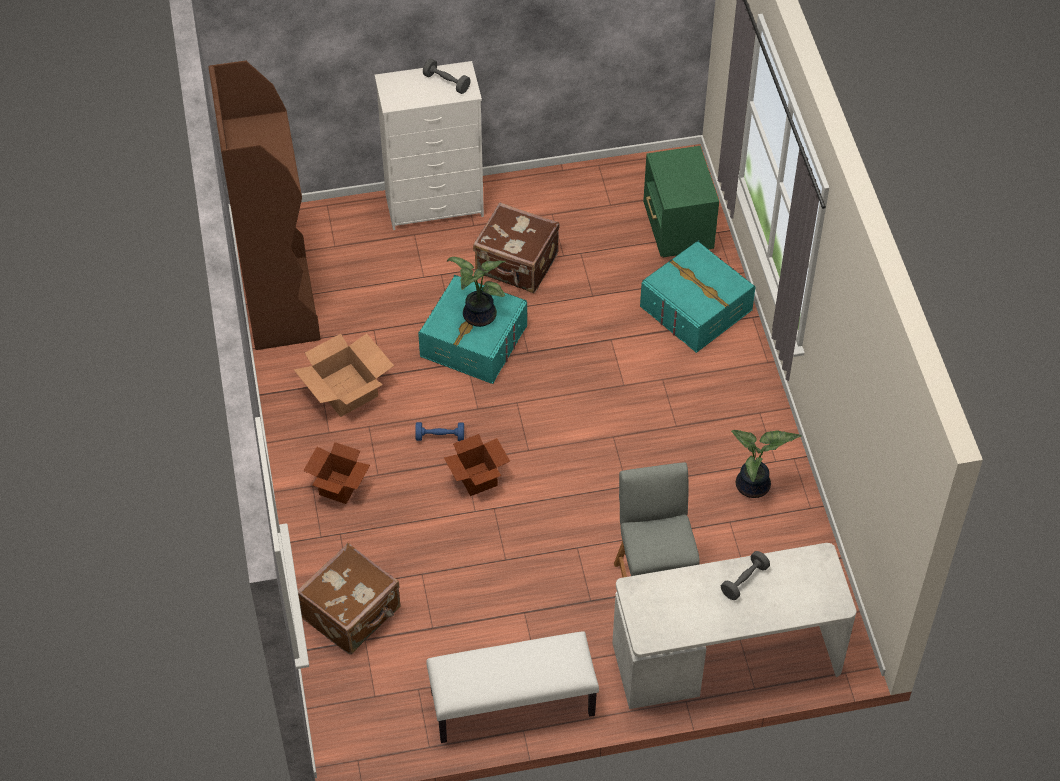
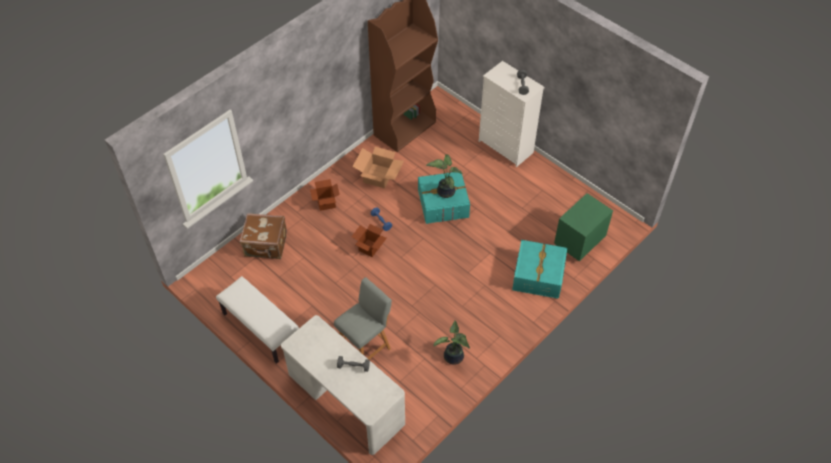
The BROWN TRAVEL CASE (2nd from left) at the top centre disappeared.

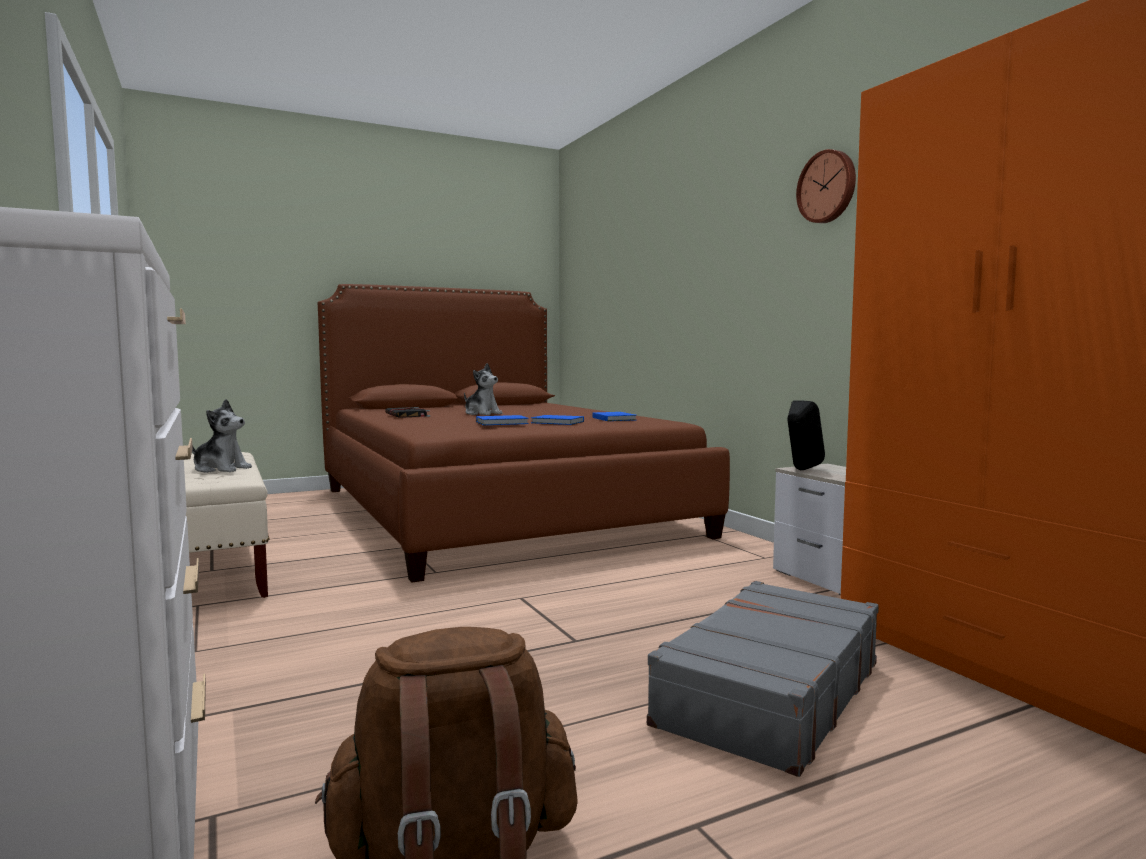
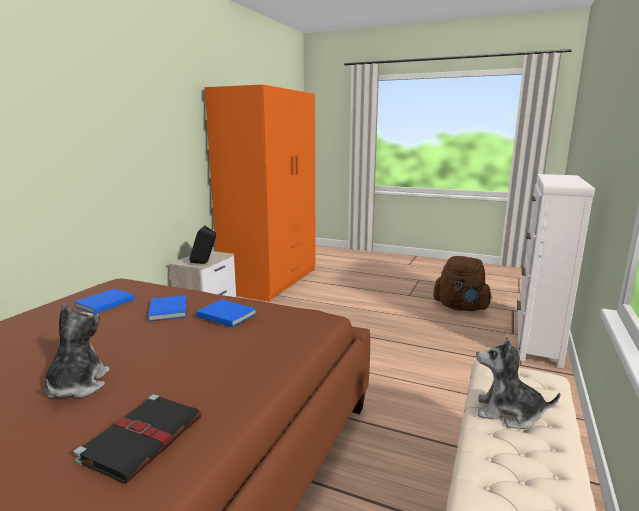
The CUDDLY TOY (1st from left in the first image) at the middle left turned 45 degrees counterclockwise. The GREY TRAVEL CASE at the bottom centre disappeared. The HANGING CLOCK at the top right disappeared.

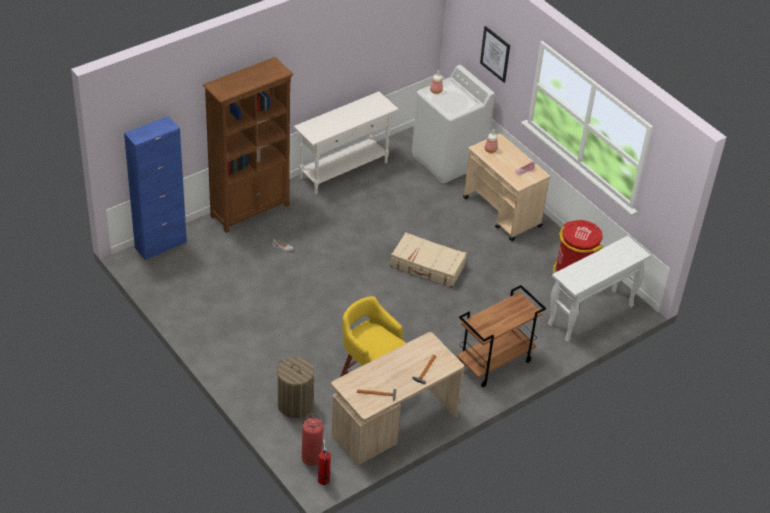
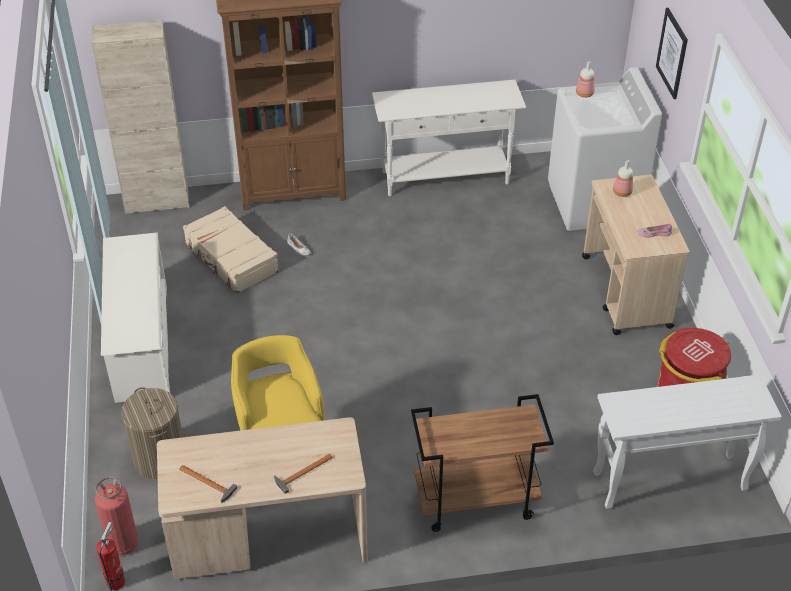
The BLUISH CABINET at the middle left became the SAND-COLOURED CABINET at the top left. The SAND-COLOURED TRAVEL CASE moved from the centre to the middle left. The WHITE SHOE STAND at the middle left appeared.

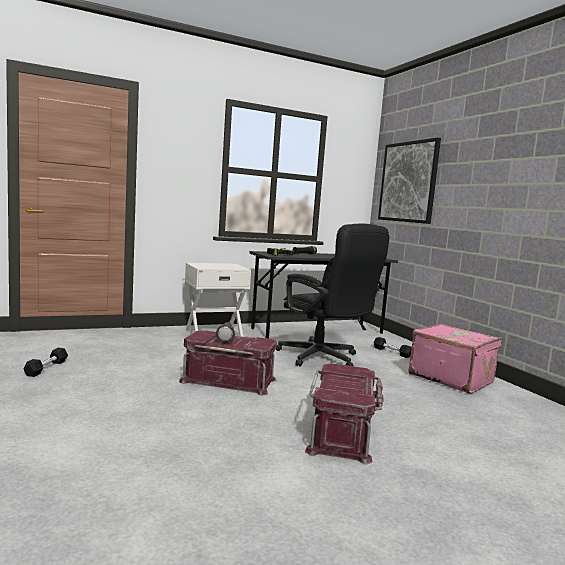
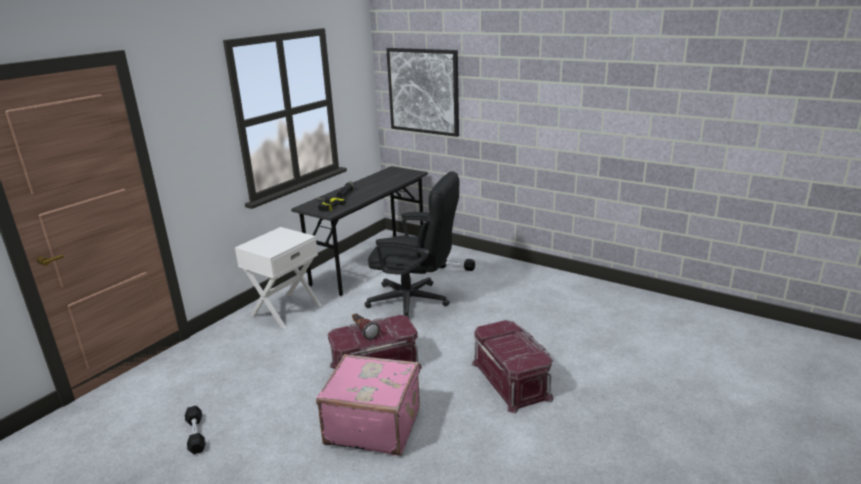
The PINKISH TRAVEL CASE moved from the middle right to the bottom centre.

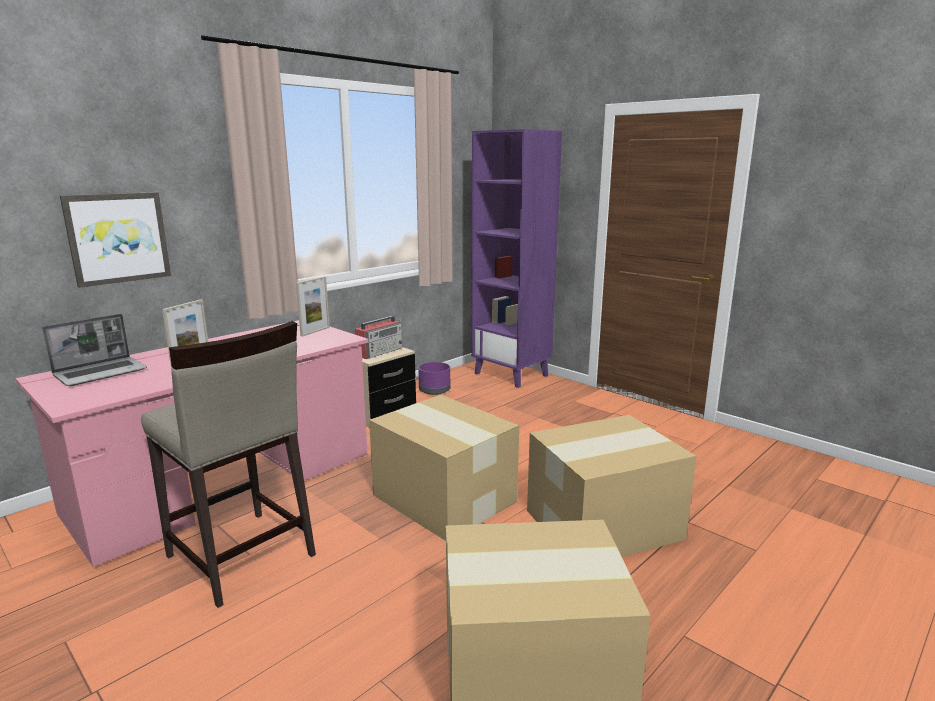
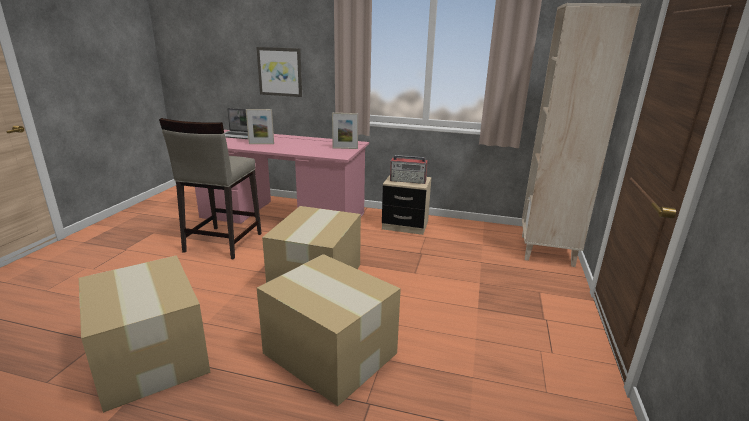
The PURPLE PLANTER at the centre disappeared. The PURPLE SHELVING UNIT at the centre became the SAND-COLOURED SHELVING UNIT at the top right.

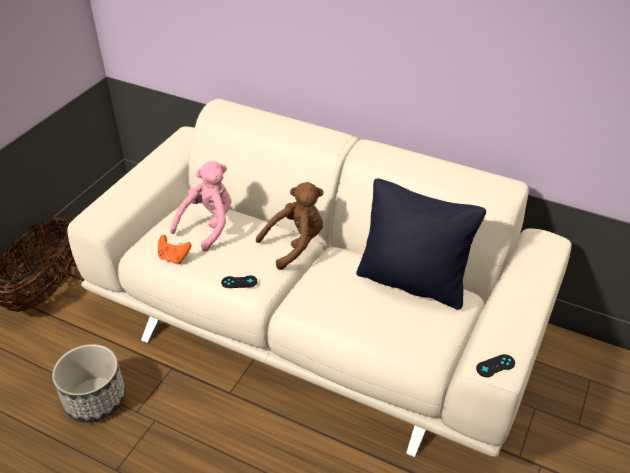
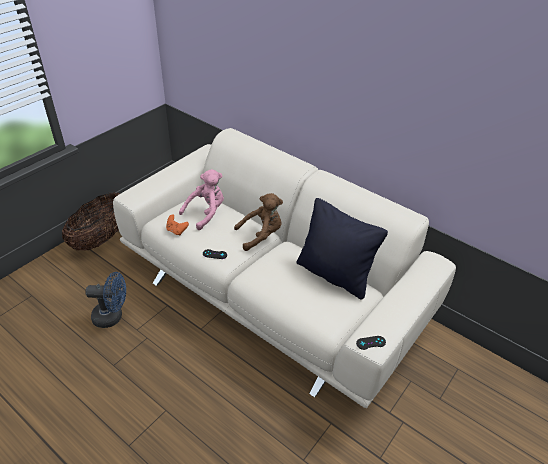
The PLANTER at the bottom left was replaced by the BLUISH ELECTRIC FAN at the middle left.

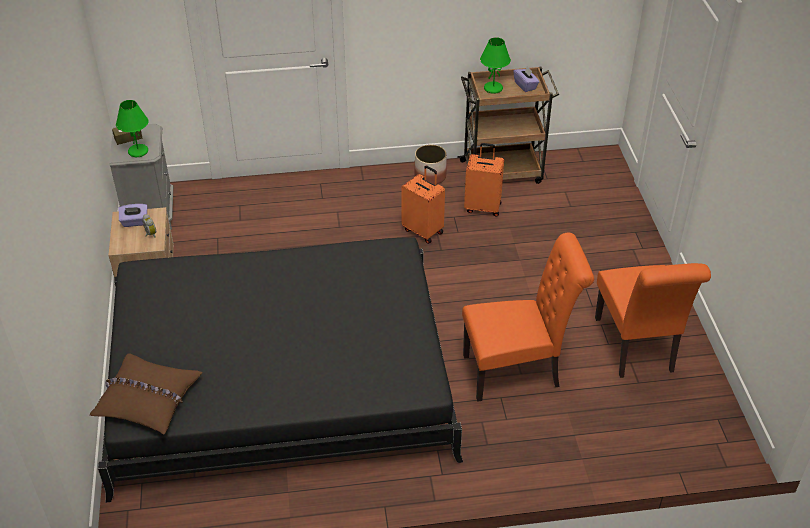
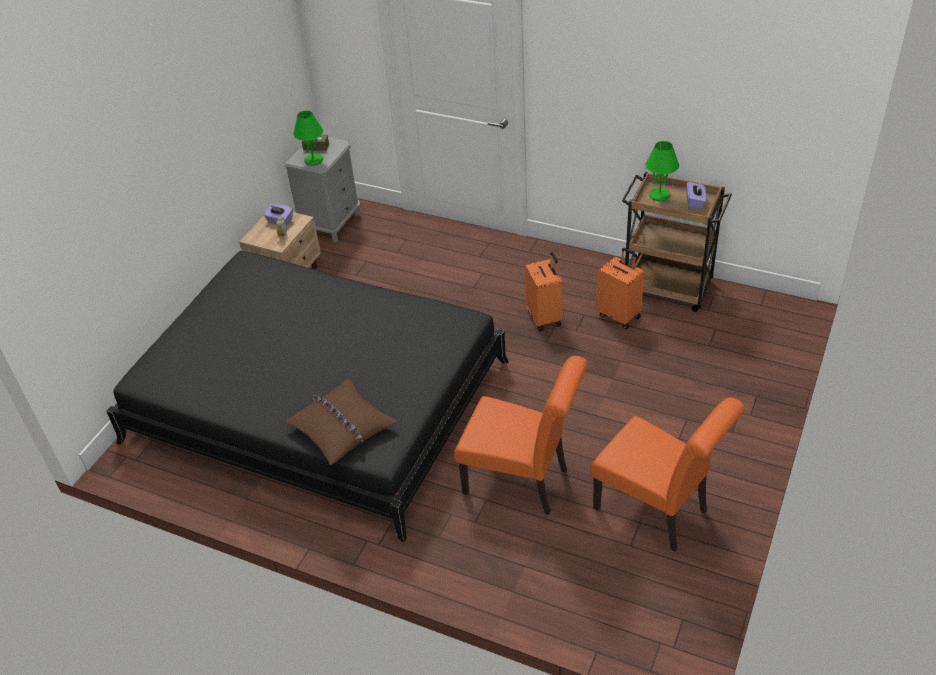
The BROWN PILLOW moved from the bottom left to the centre. The PLANTER at the top centre disappeared. The ORANGEY CHAIR (2nd from left) at the middle right turned 75 degrees counterclockwise.

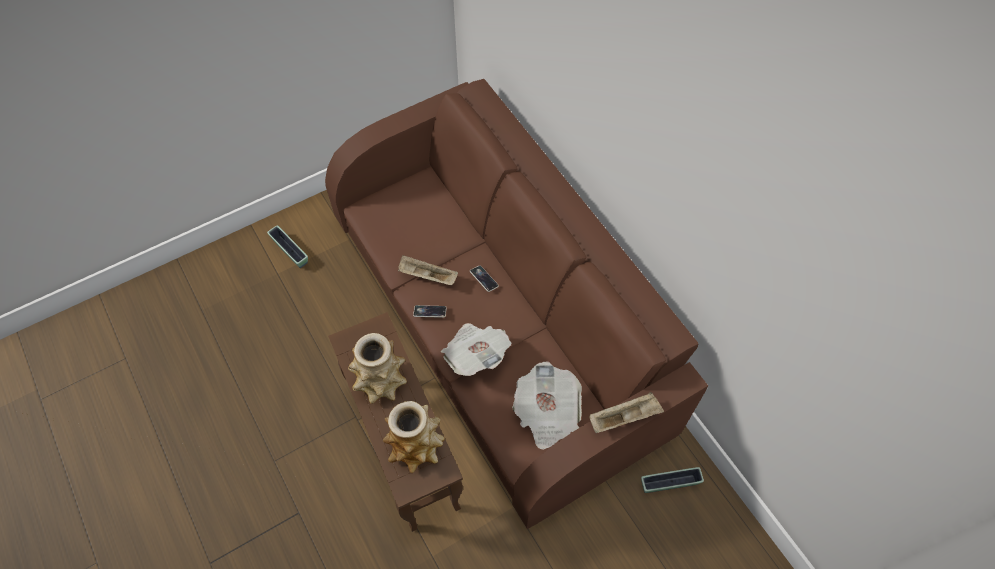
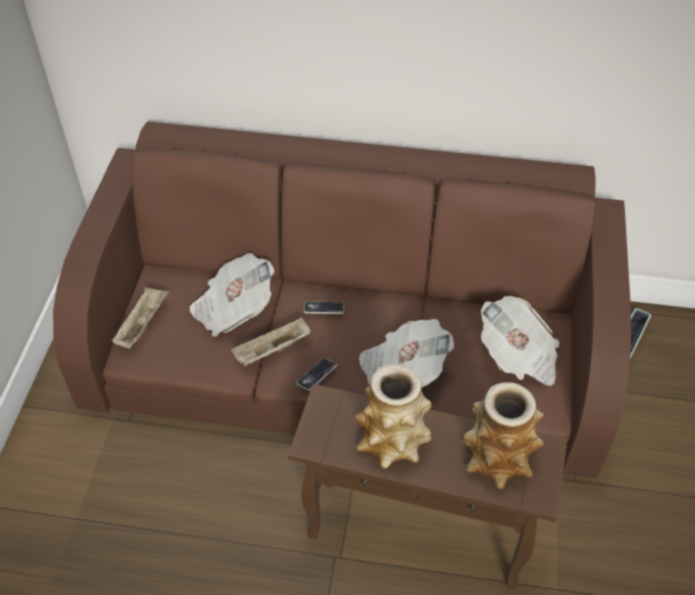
The PLANTER (1st from left) at the middle left disappeared. The SAND-COLOURED SERVING TRAY (2nd from left in the first image) moved from the bottom centre to the middle left. The PRINTED PAPER (1st from left) at the centre appeared.

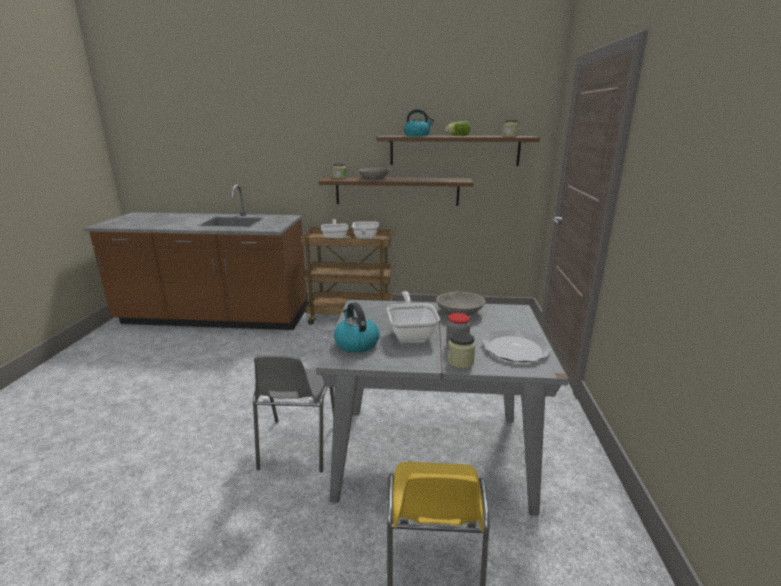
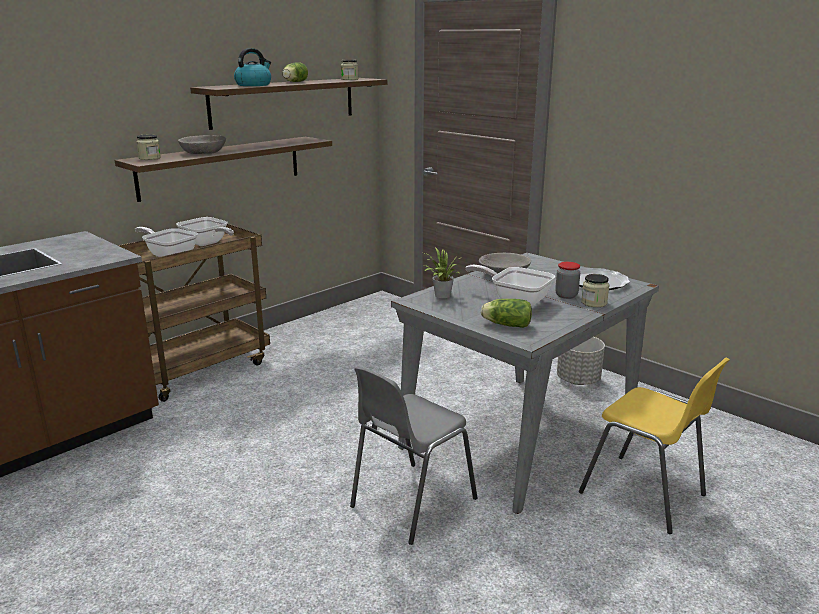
The GREY CHAIR at the bottom centre turned 90 degrees clockwise. The KETTLE (1st from left) at the centre was replaced by the LETTUCE HEAD (2nd from left) at the centre. The POTTED PLANT at the centre appeared. The GREY PLANTER at the middle right appeared.

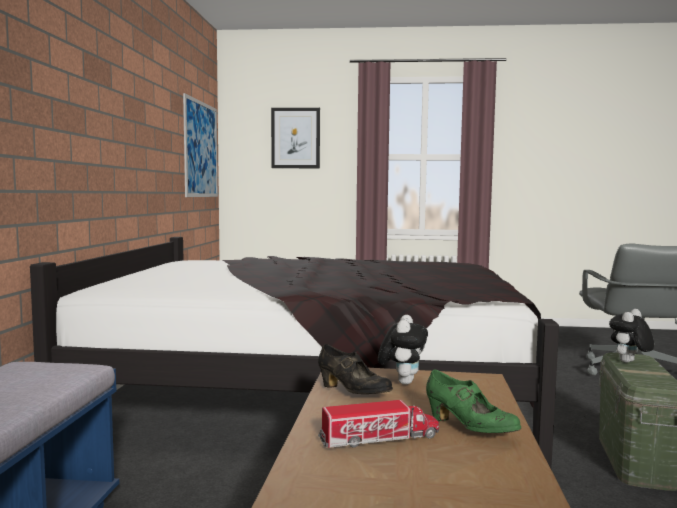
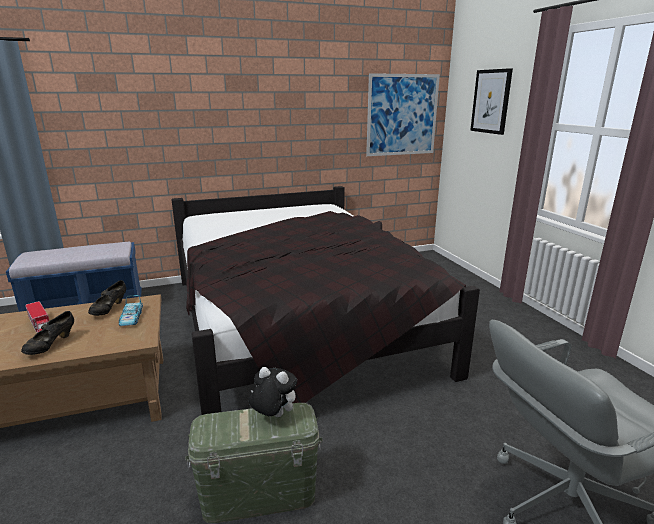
The CUDDLY TOY (1st from left) at the bottom centre was replaced by the TOY CAR at the middle left. The GREEN SHOE at the bottom right became the BLACK SHOE (1st from left) at the middle left.

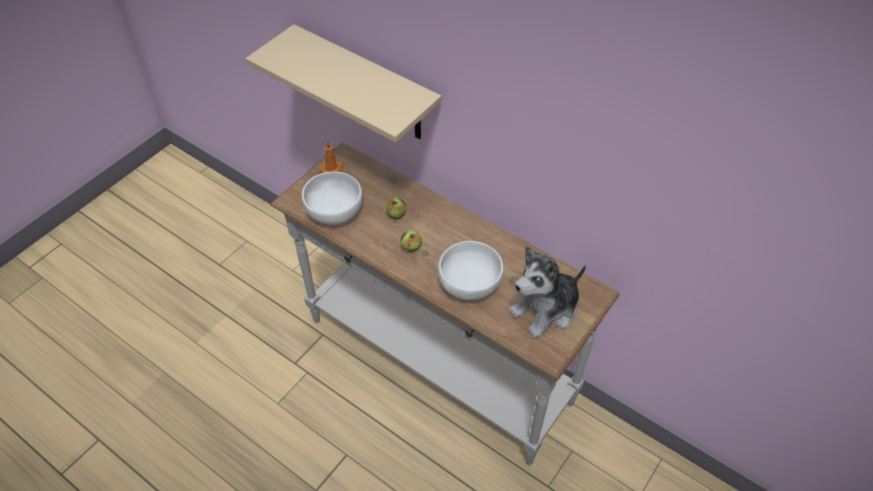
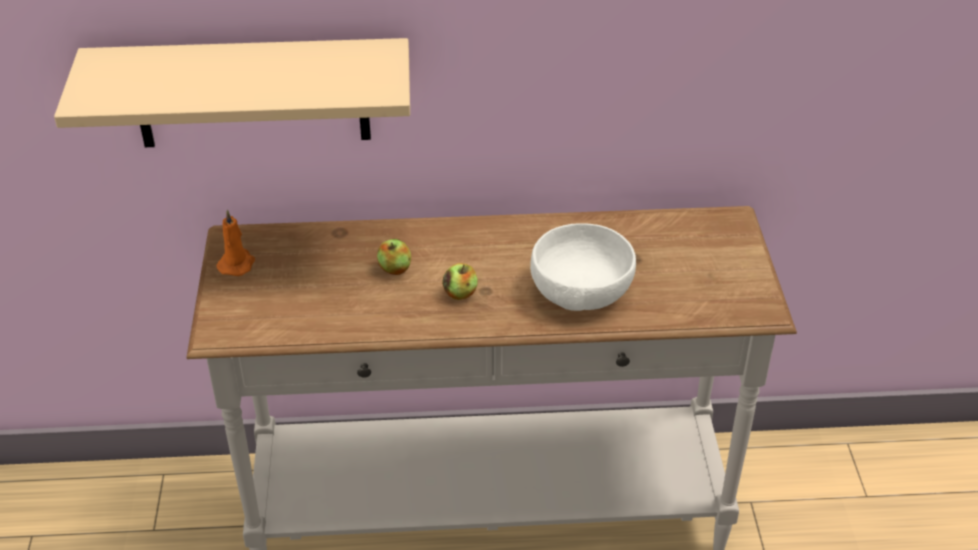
The WHITE SERVING BOWL (1st from left) at the centre disappeared. The CUDDLY TOY at the centre disappeared.

